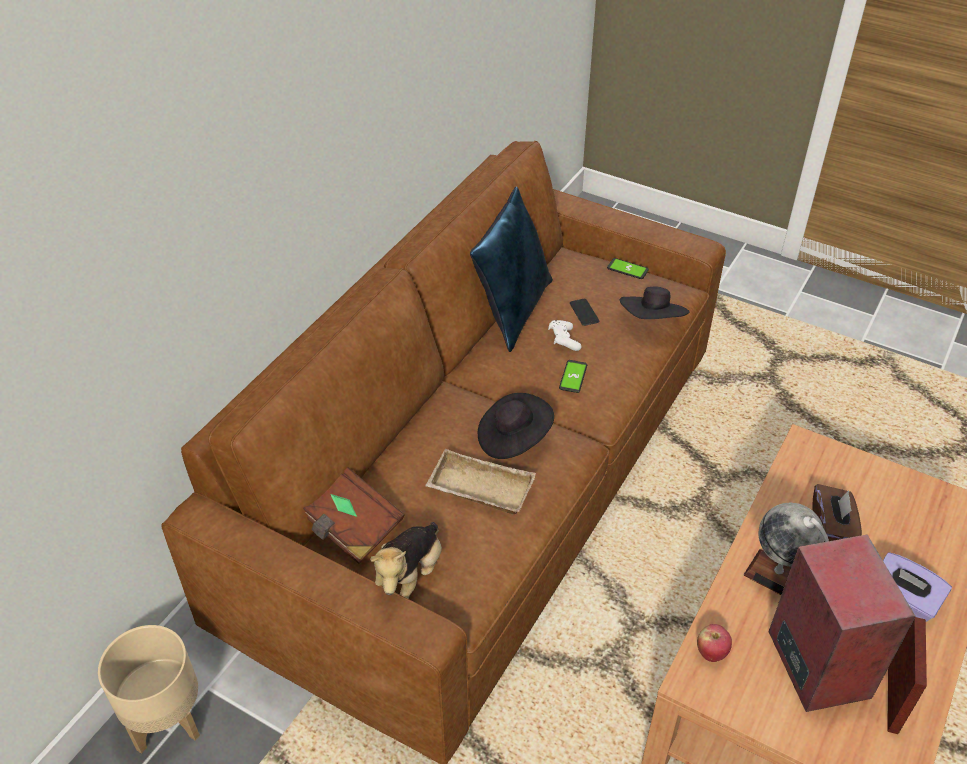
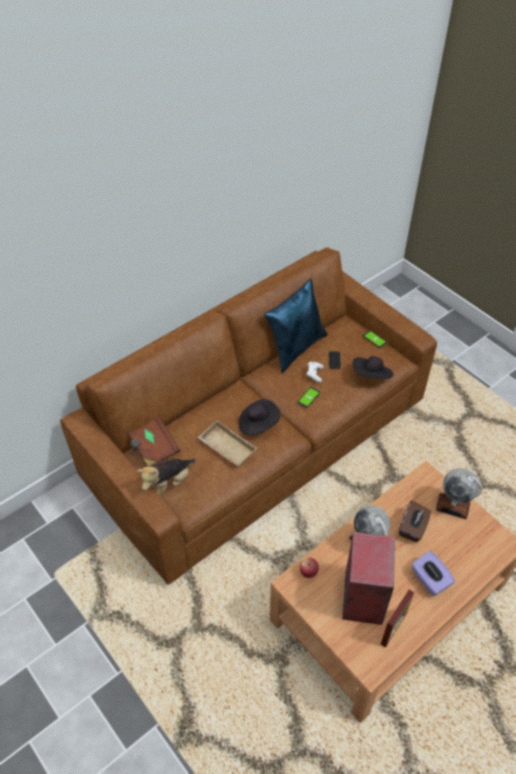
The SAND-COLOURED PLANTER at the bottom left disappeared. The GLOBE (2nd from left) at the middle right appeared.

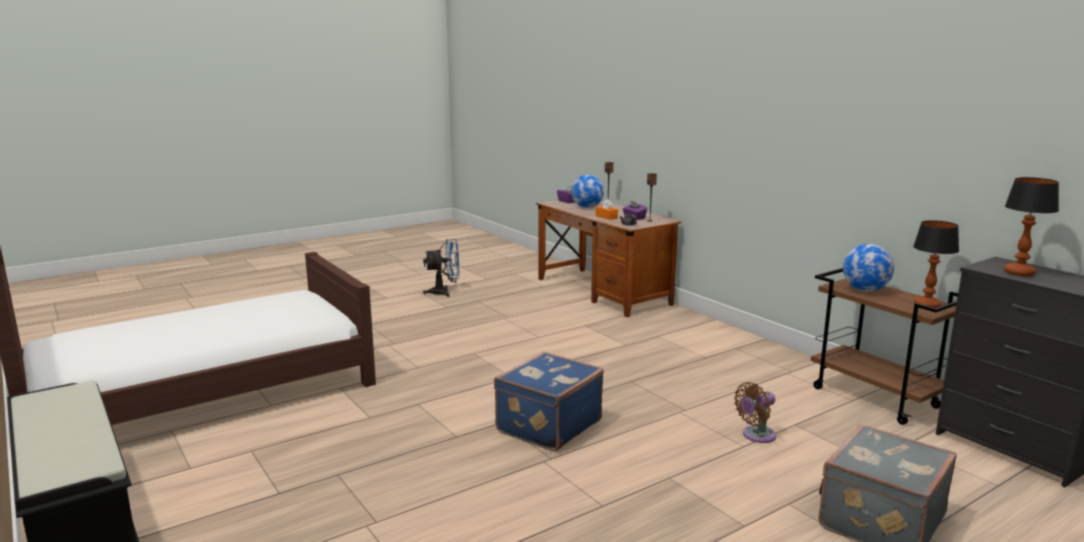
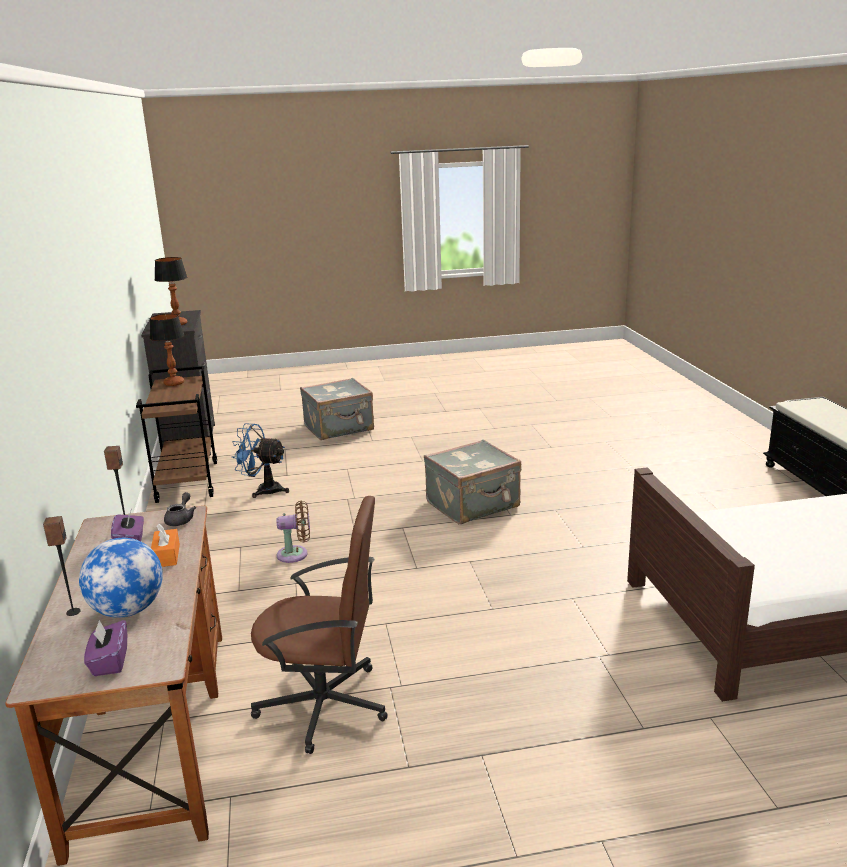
The BLUISH ELECTRIC FAN moved from the centre to the middle left. The BLUISH TRAVEL CASE at the bottom centre became the GREY TRAVEL CASE (2nd from left) at the centre. The BROWN ELECTRIC FAN moved from the bottom right to the centre. The GLOBE (2nd from left) at the middle right disappeared. The BROWN OFFICE CHAIR at the bottom centre appeared.

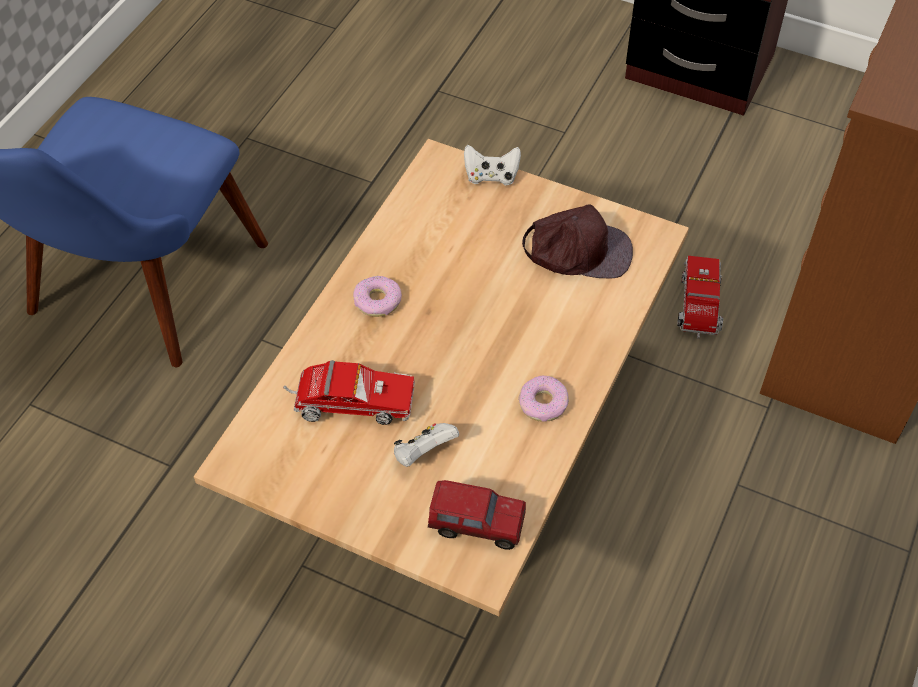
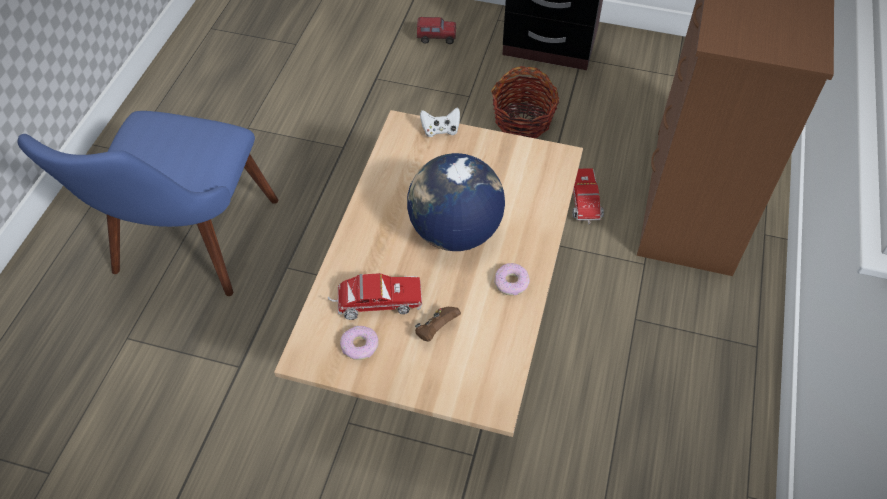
The DOUGHNUT (1st from left) moved from the centre to the bottom centre. The WHITE GAMEPAD (1st from left) at the centre became the BROWN GAMEPAD at the centre. The MODEL TRUCK (2nd from left) moved from the bottom centre to the top centre. The BROWN PEAKED CAP at the centre disappeared. The GLOBE at the centre appeared. The BASKET at the top centre appeared.

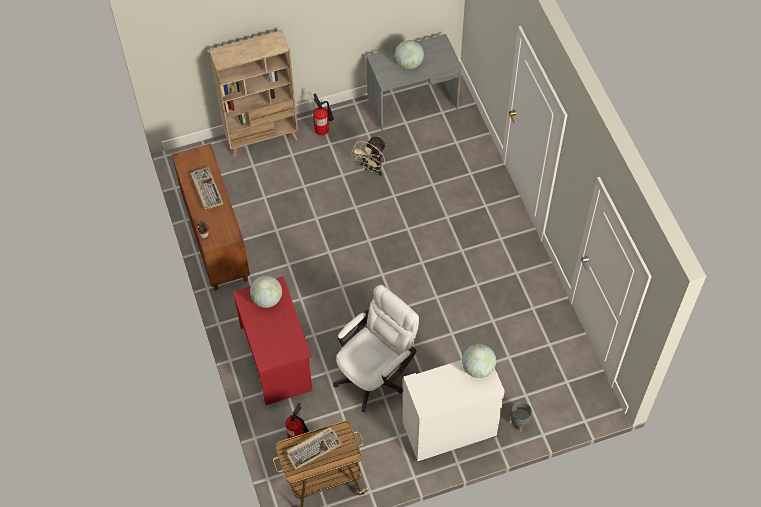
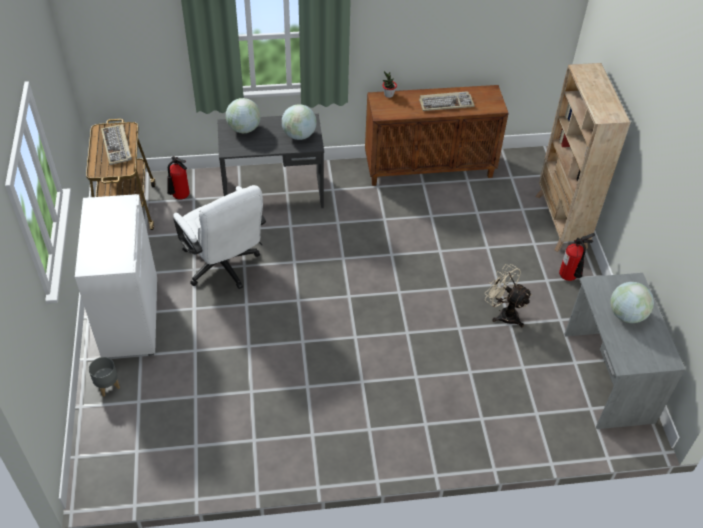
The REDDISH DESK UNIT at the bottom centre became the GREY DESK UNIT (1st from left) at the top centre. The GLOBE (3rd from left in the first image) moved from the bottom centre to the top centre.

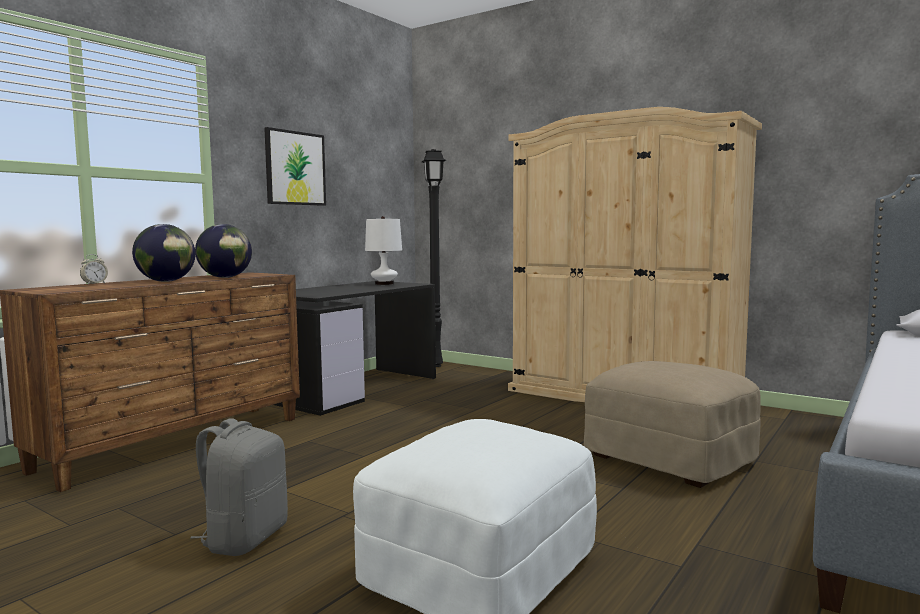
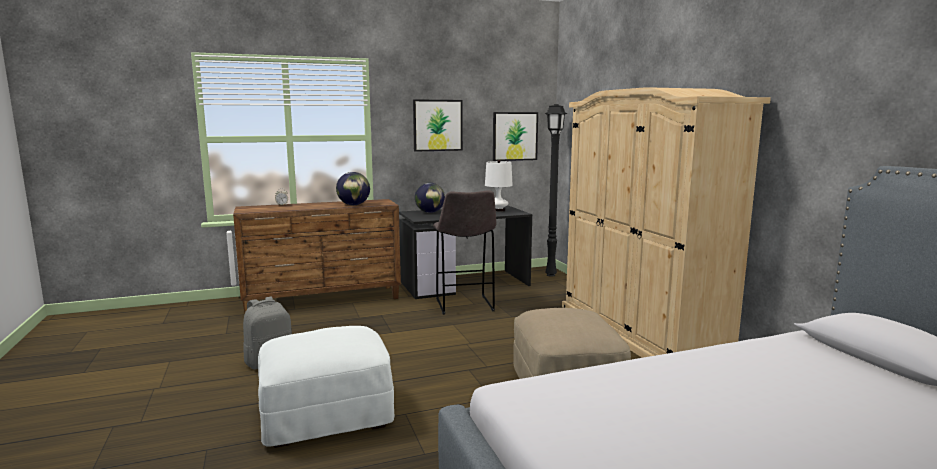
The GLOBE (1st from left in the first image) moved from the middle left to the centre. The GREY STOOL at the centre appeared. The PICTURE (2nd from left) at the top centre appeared.

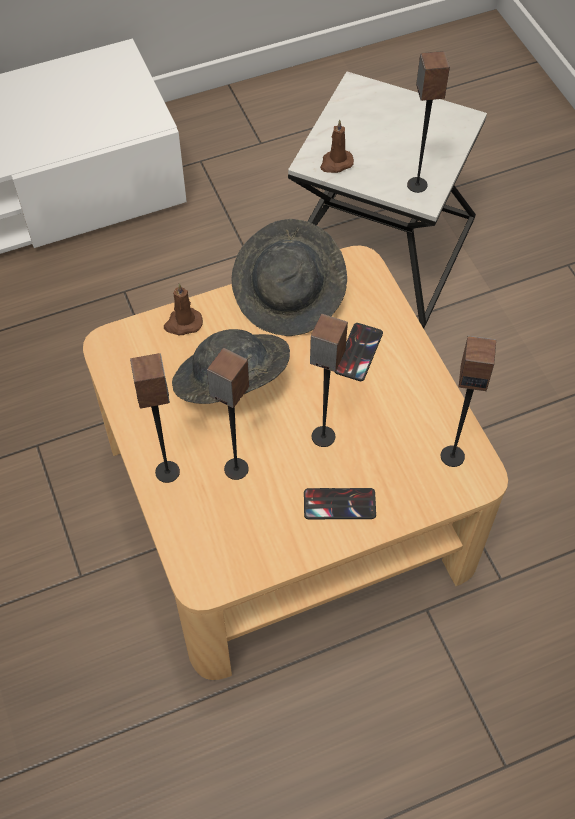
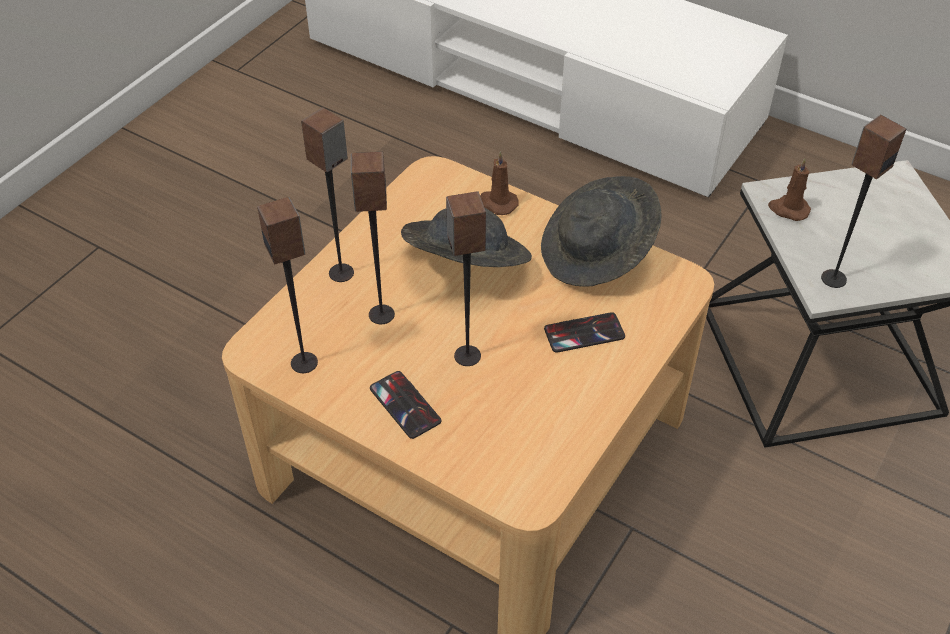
The LOUDSPEAKER (5th from left in the first image) moved from the middle right to the middle left.

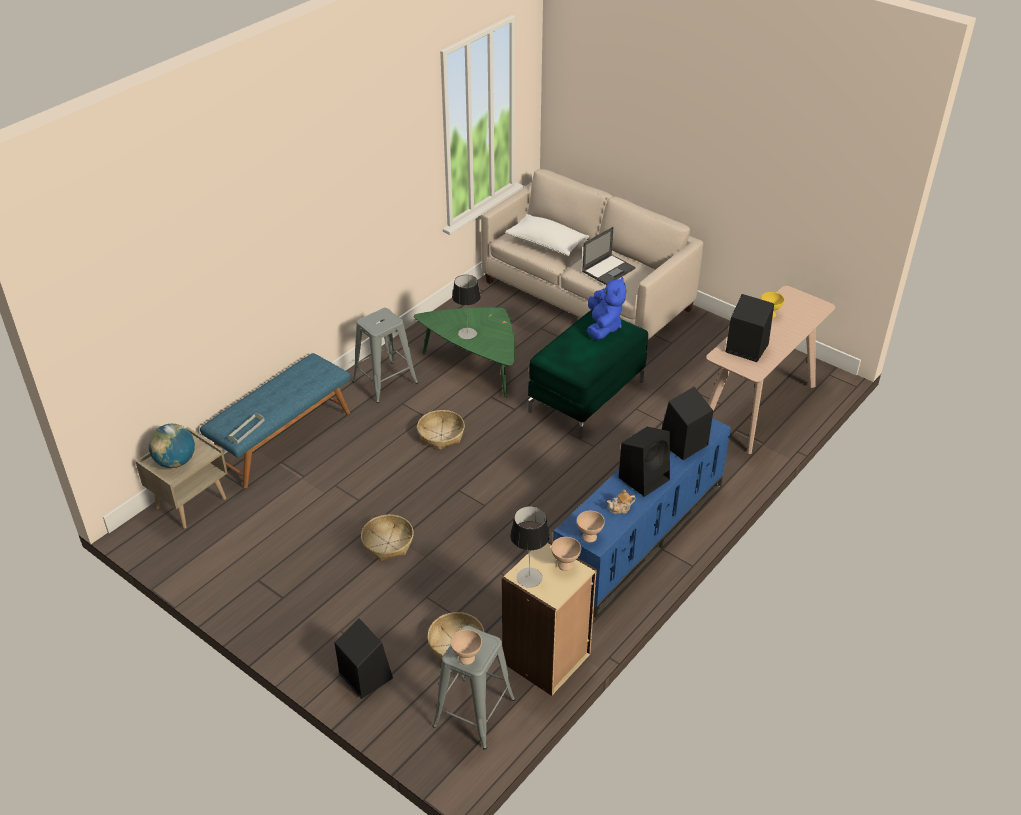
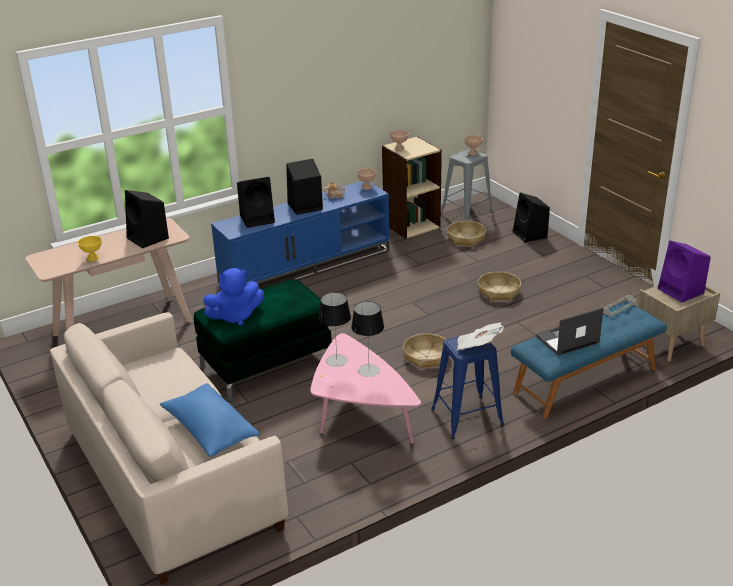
The GLOBE at the middle left was replaced by the PURPLE LOUDSPEAKER at the middle right. The GREY STOOL (1st from left) at the centre became the BLUISH STOOL at the centre. The GREEN LOUNGE TABLE at the centre became the PINKISH LOUNGE TABLE at the centre. The WHITE PILLOW at the top centre became the BLUISH PILLOW at the bottom left. The TABLE LAMP (2nd from left in the first image) moved from the bottom centre to the centre. The NOTEBOOK COMPUTER moved from the top centre to the middle right. The BLUISH CUDDLY TOY at the centre turned 135 degrees counterclockwise. The PRINTED PAPER at the centre appeared.

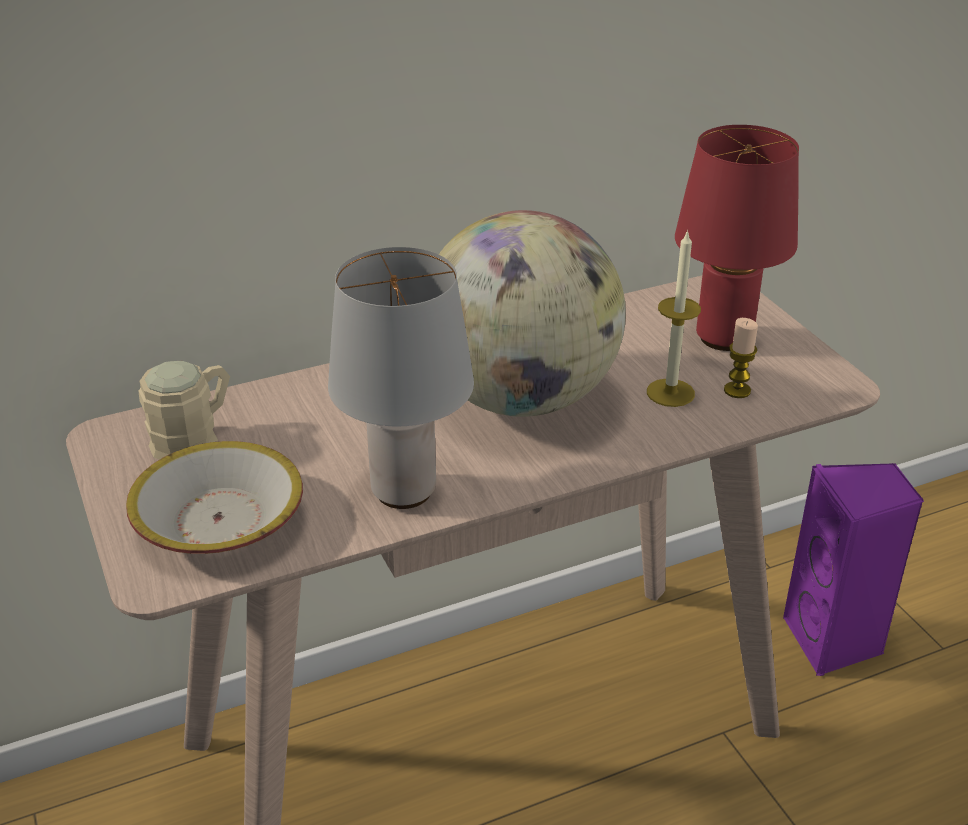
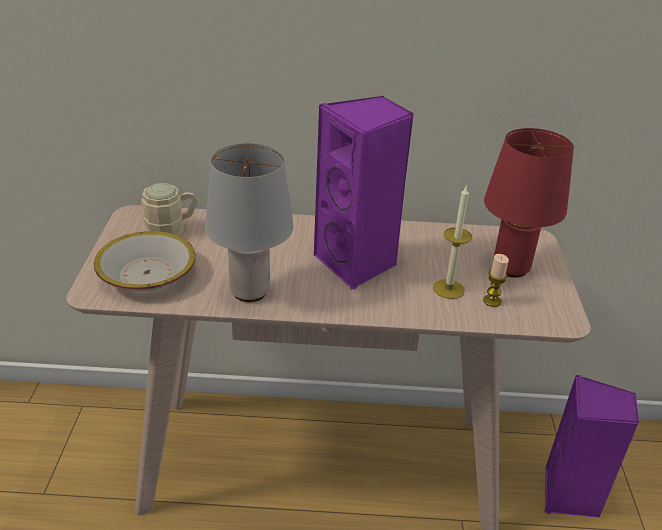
The GLOBE at the centre was replaced by the PURPLE LOUDSPEAKER (1st from left) at the centre.

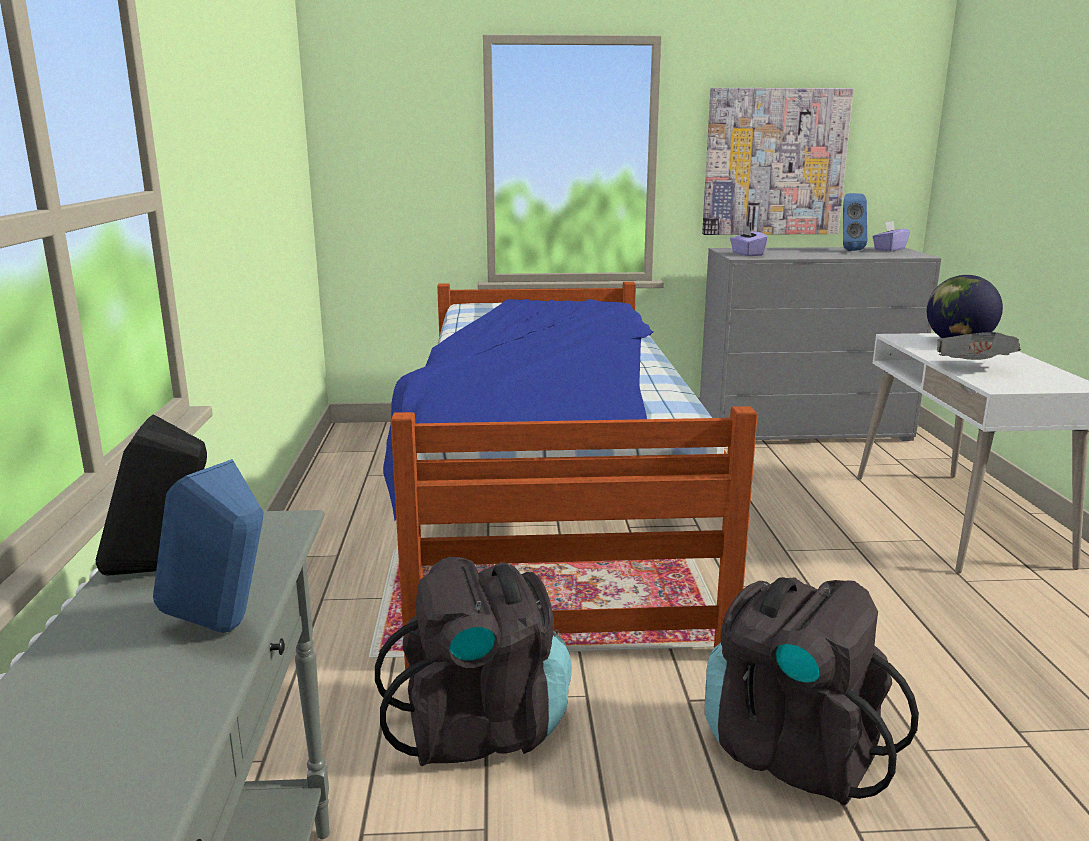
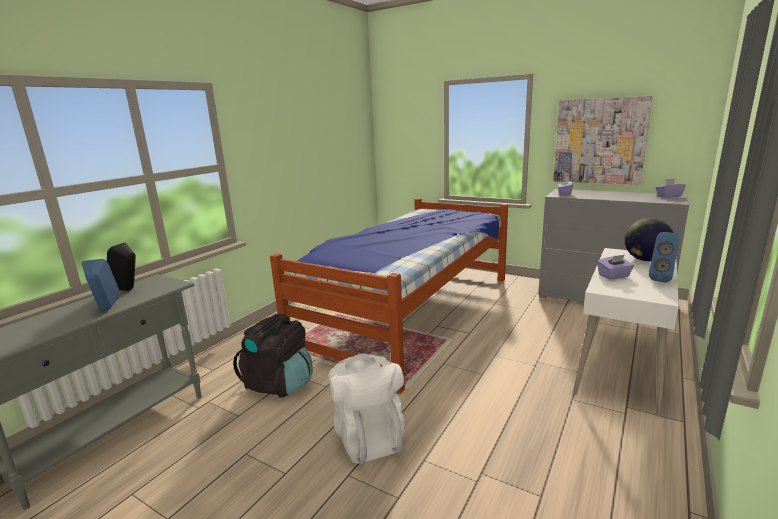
The BLACK KNAPSACK (2nd from left) at the bottom right became the WHITE KNAPSACK at the bottom centre. The BLUISH LOUDSPEAKER (2nd from left) moved from the top right to the middle right. The PRINTED PAPER at the middle right was replaced by the PURPLE TISSUE HOLDER (2nd from left) at the middle right.

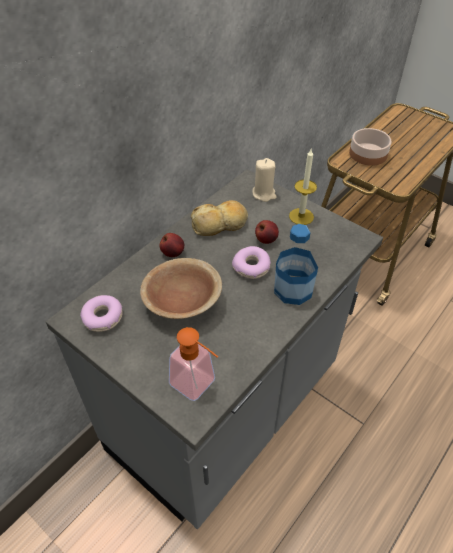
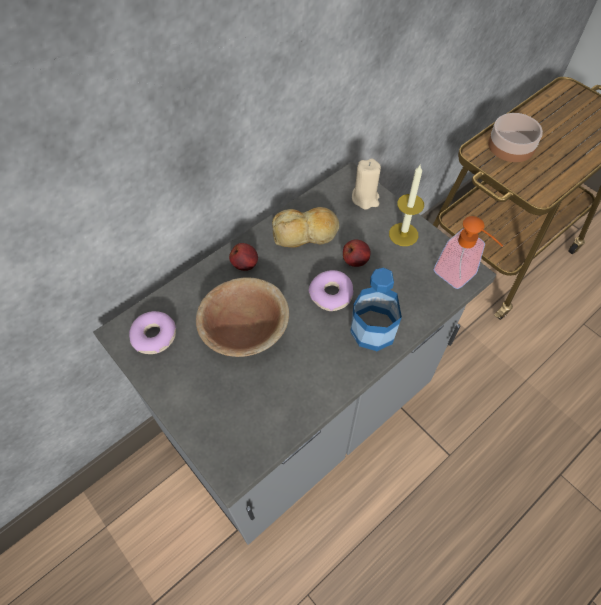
The LIQUID SOAP BOTTLE moved from the centre to the middle right.

